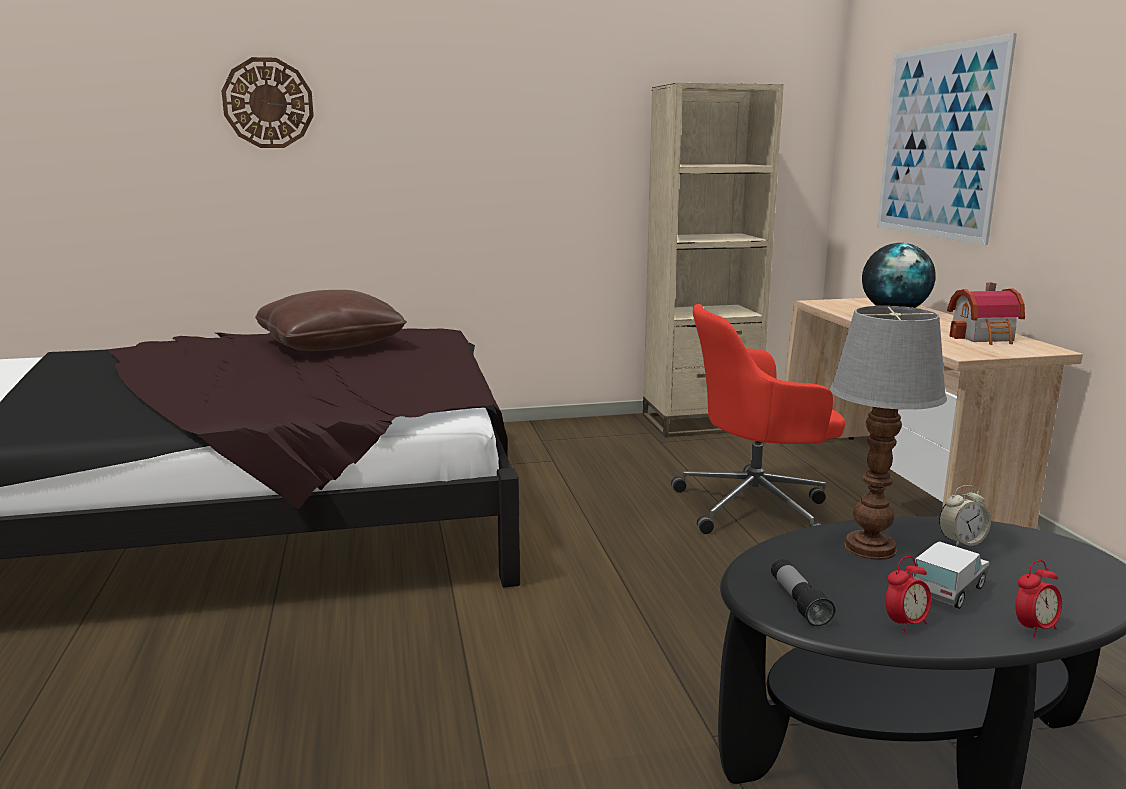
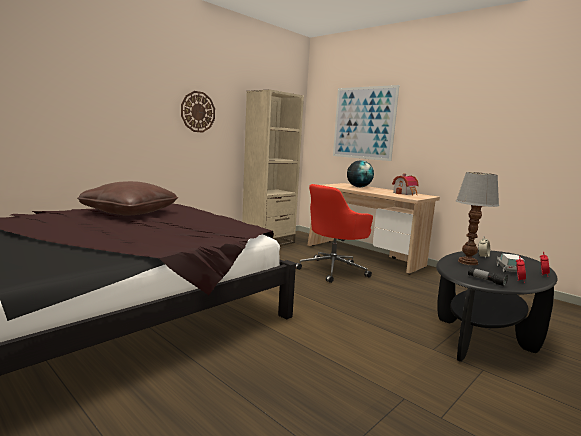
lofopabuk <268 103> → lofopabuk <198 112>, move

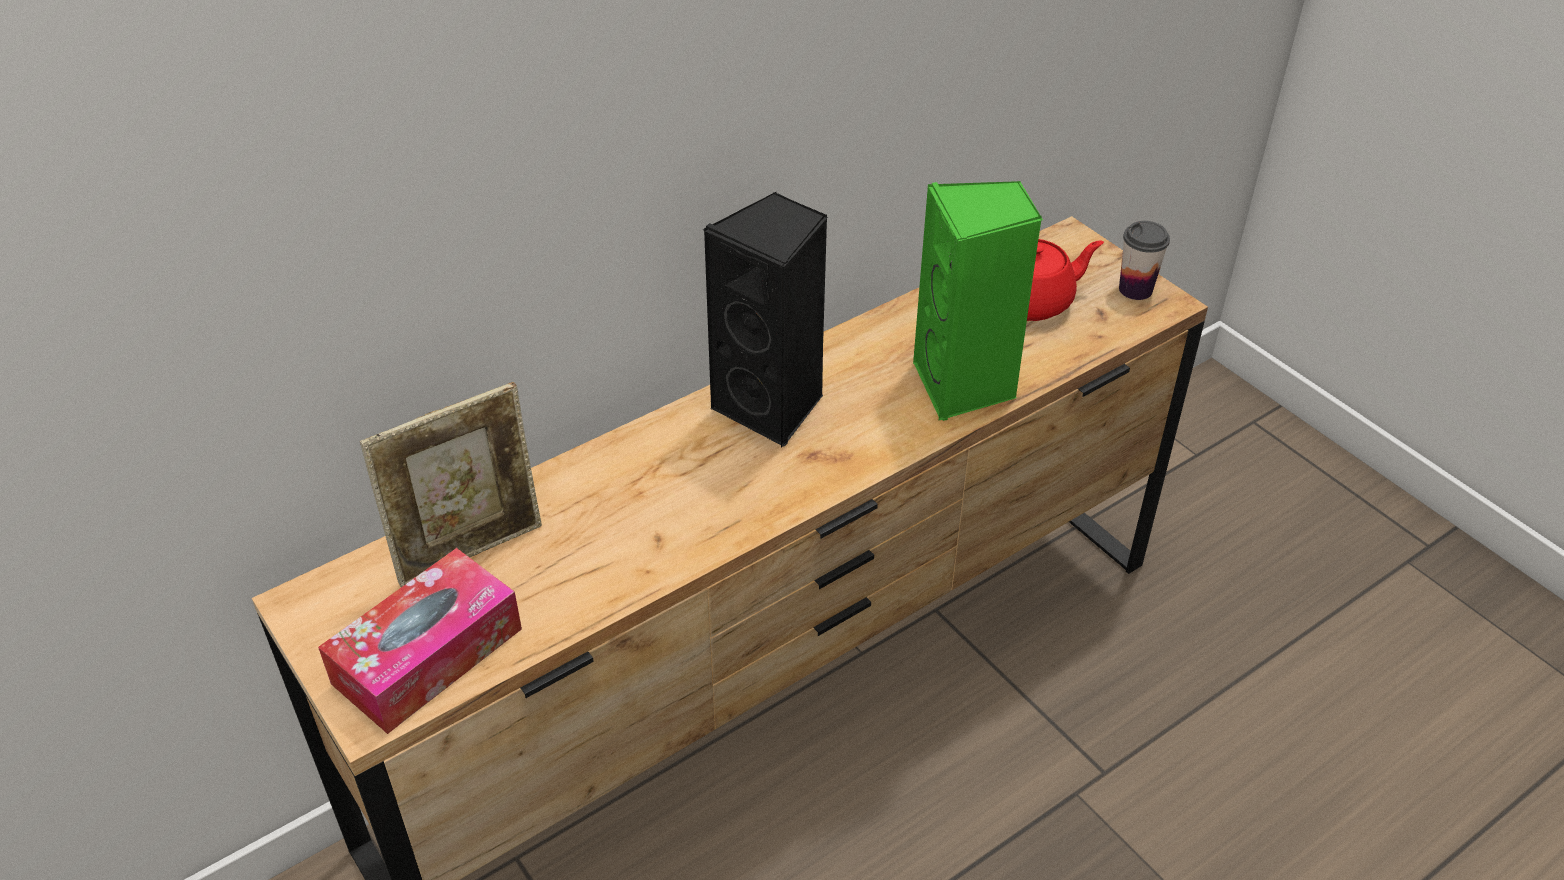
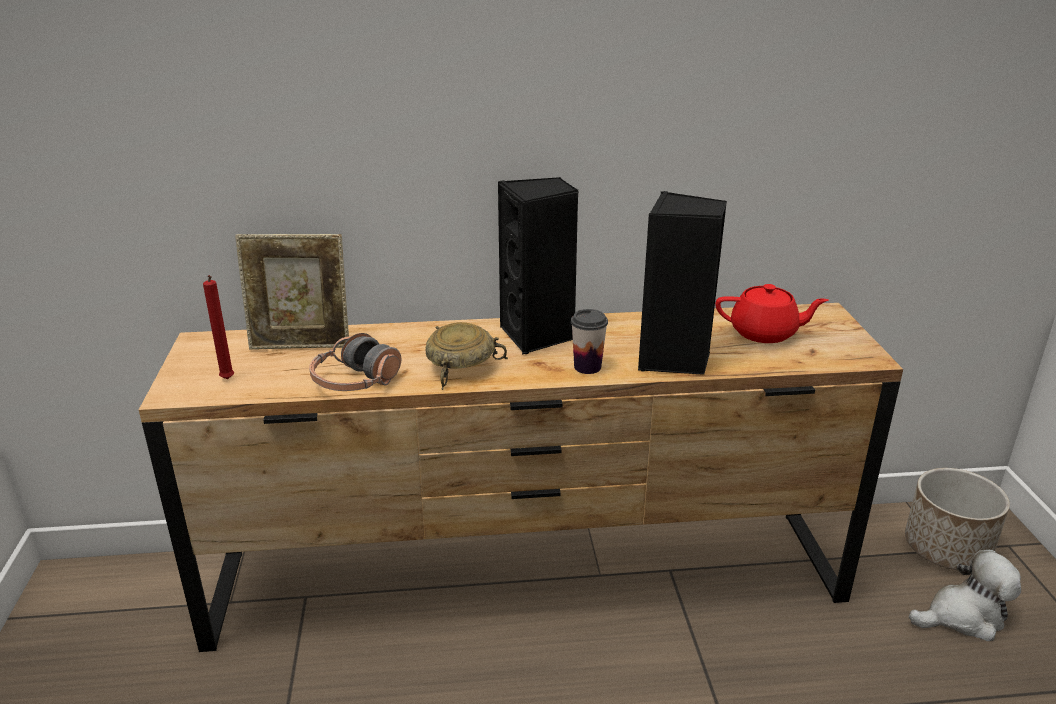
- → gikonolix <355 382>
- → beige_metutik <460 366>
- → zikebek <947 548>
- → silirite <963 616>
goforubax <1135 289> → goforubax <587 367>, move
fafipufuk <428 656> → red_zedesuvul <227 380>
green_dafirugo <965 386> → black_dafirugo <674 360>

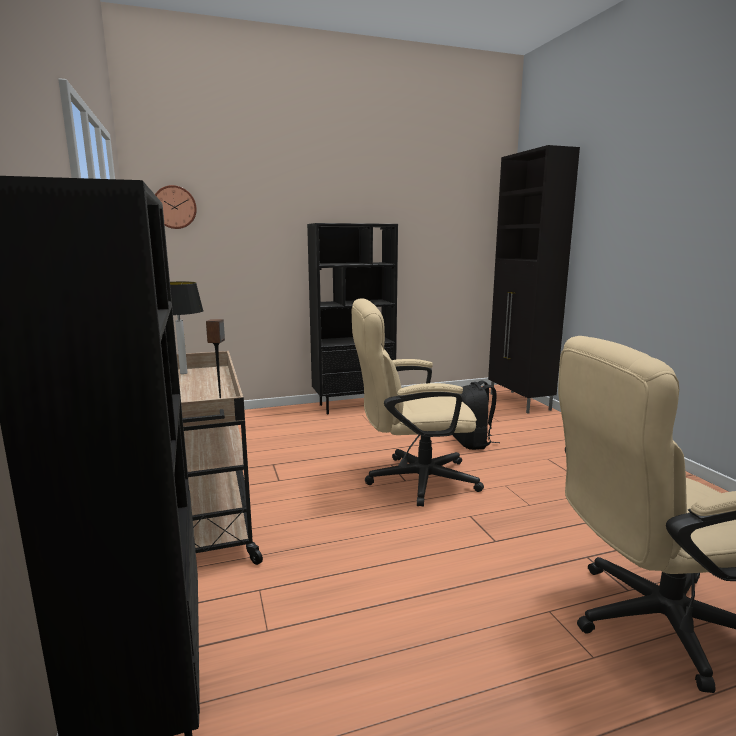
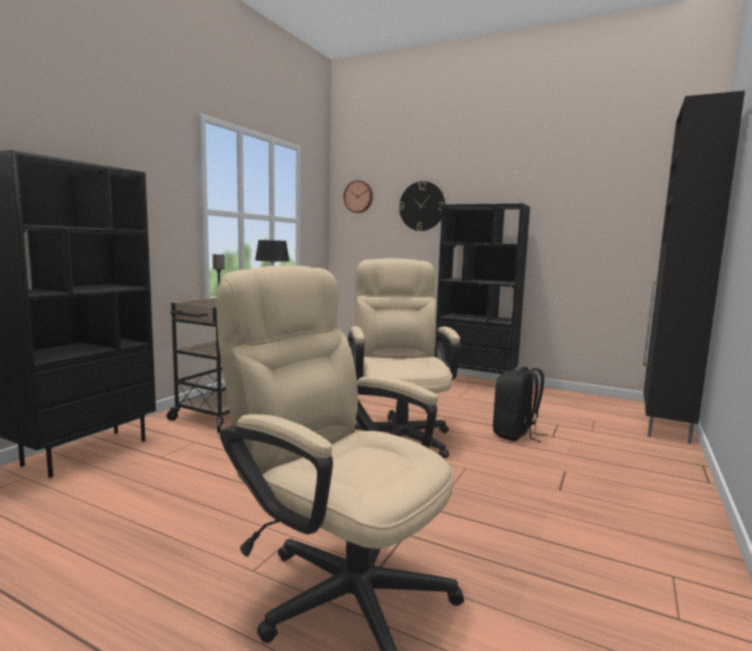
- → lofopabuk <422 206>
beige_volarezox <411 480> → beige_volarezox <399 435>, 45 degrees clockwise

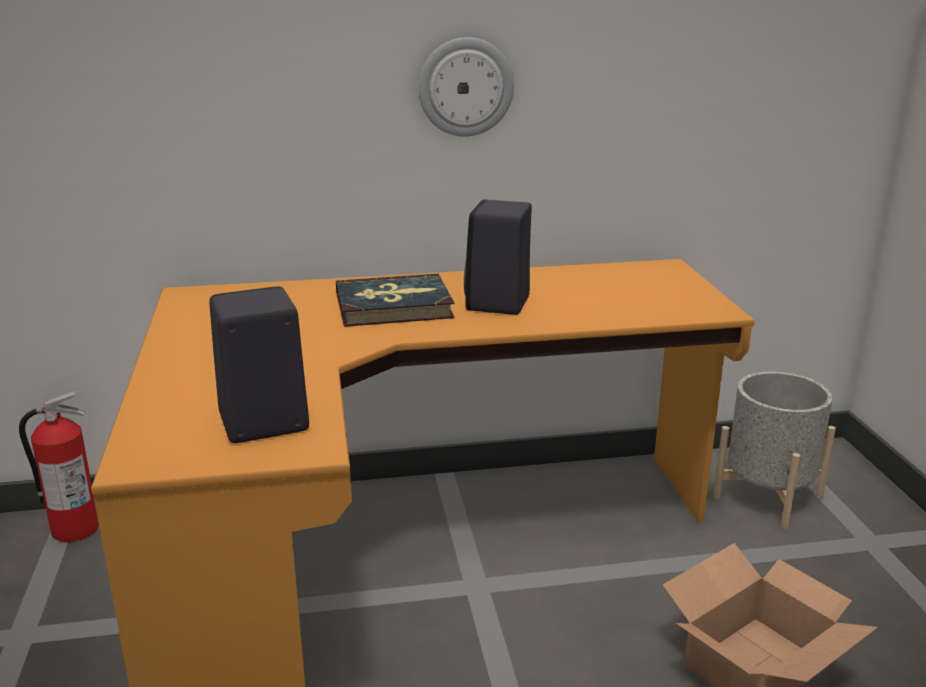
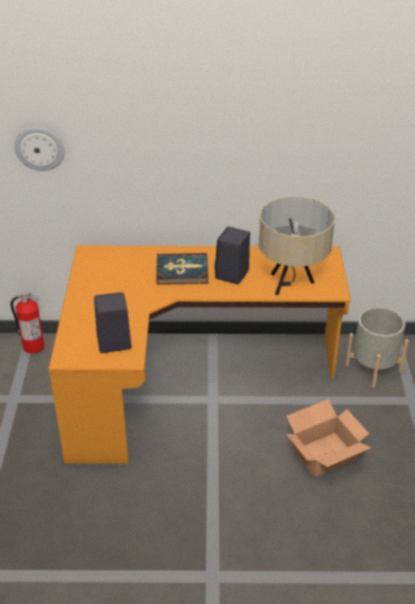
- → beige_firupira <291 284>
lofopabuk <465 87> → lofopabuk <39 148>, move

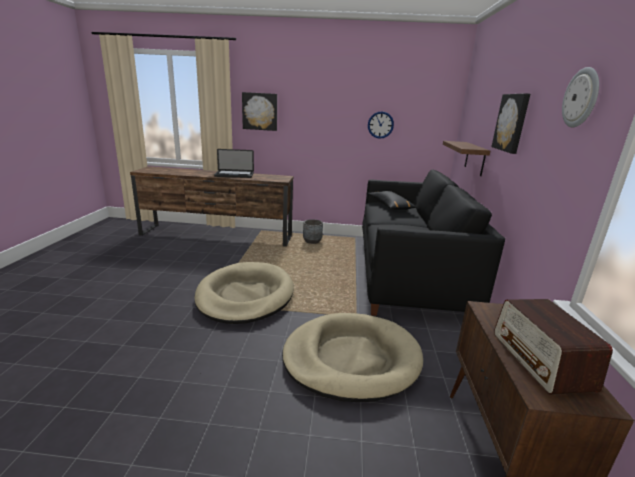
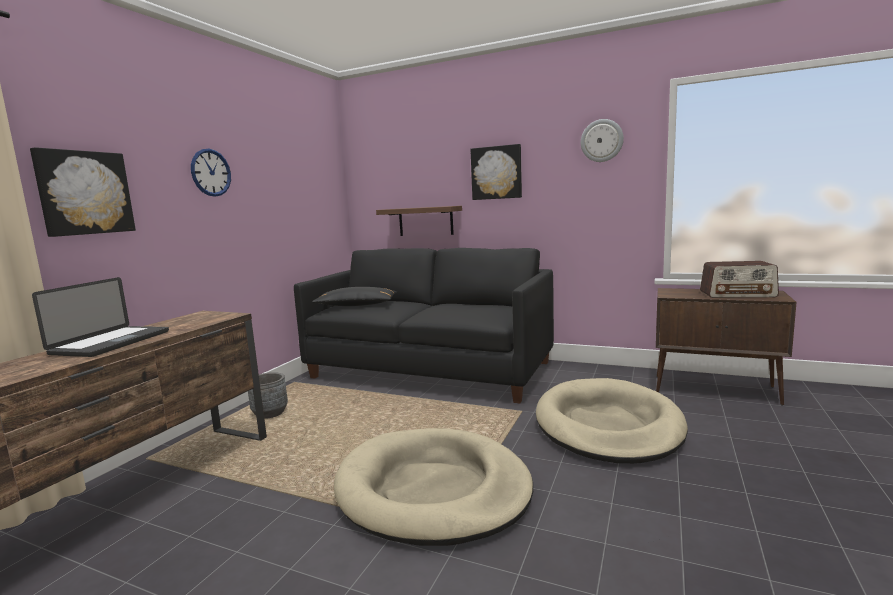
lofopabuk <380 125> → lofopabuk <211 172>, move

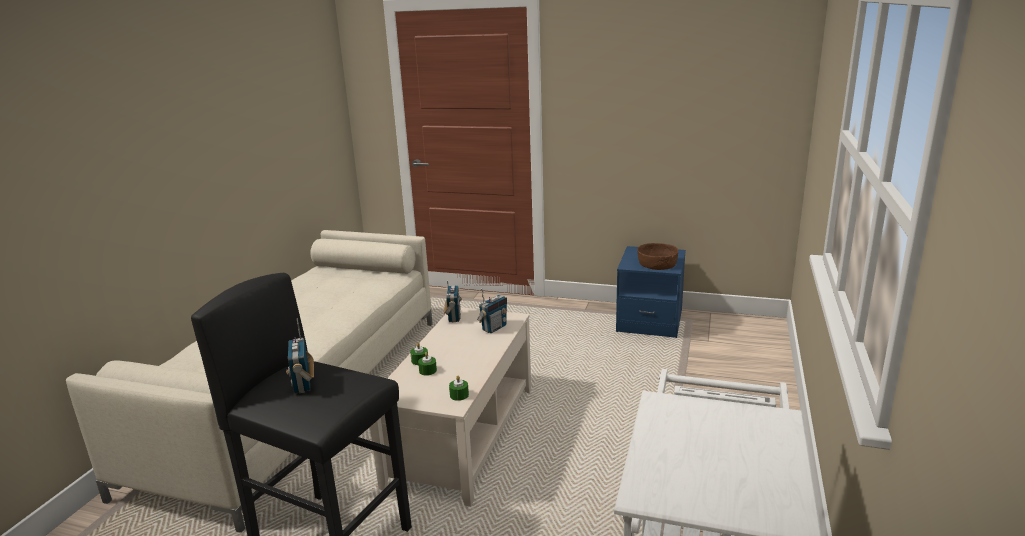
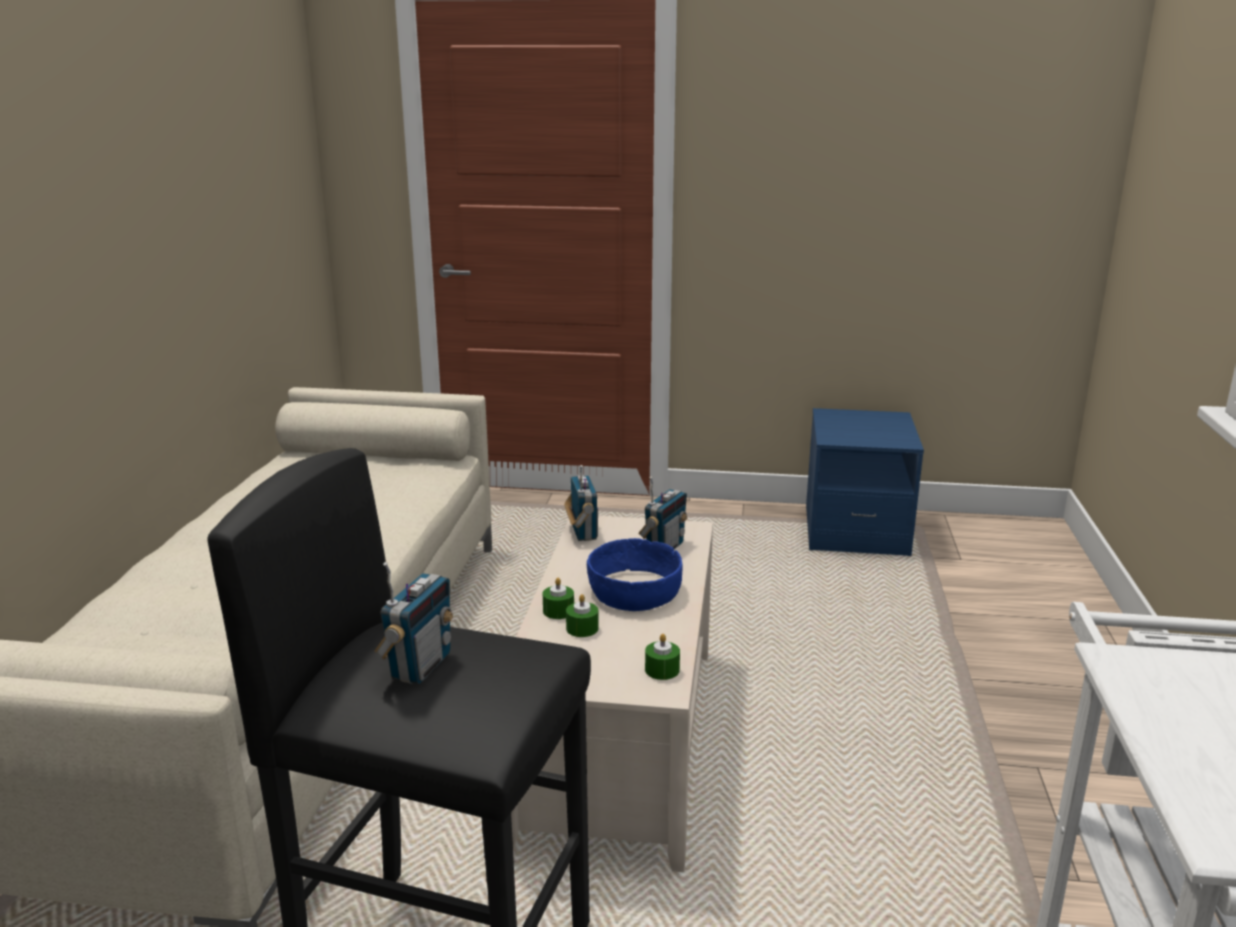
brown_metutik <656 263> → -
- → blue_metutik <634 592>
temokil <303 385> → temokil <420 666>, 135 degrees counterclockwise

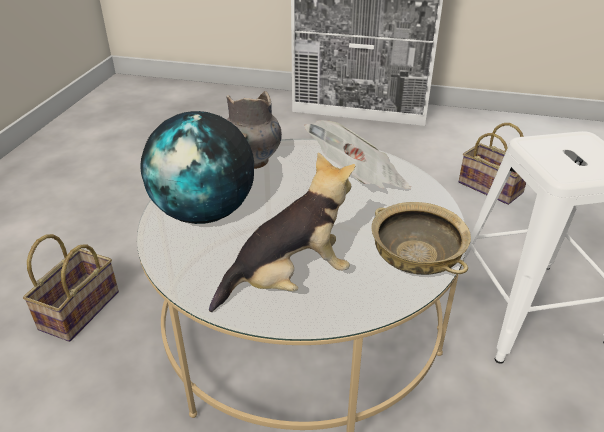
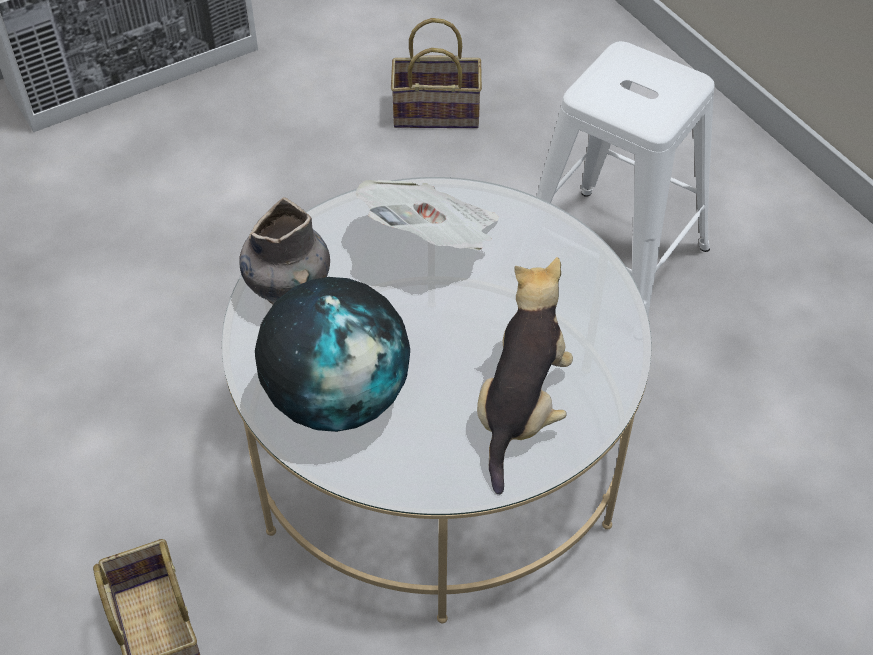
beige_metutik <416 261> → -

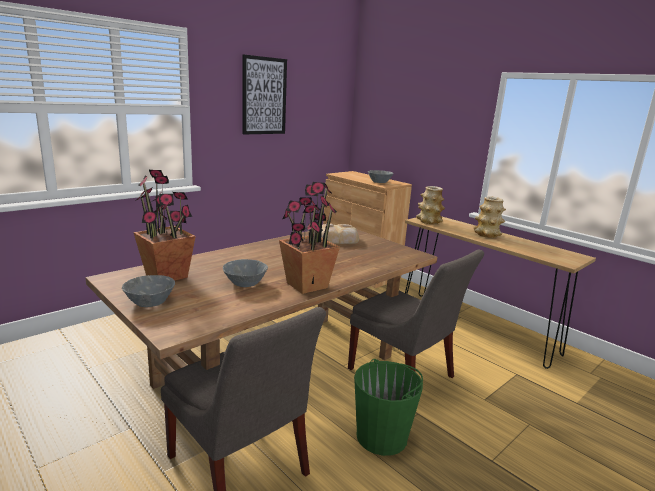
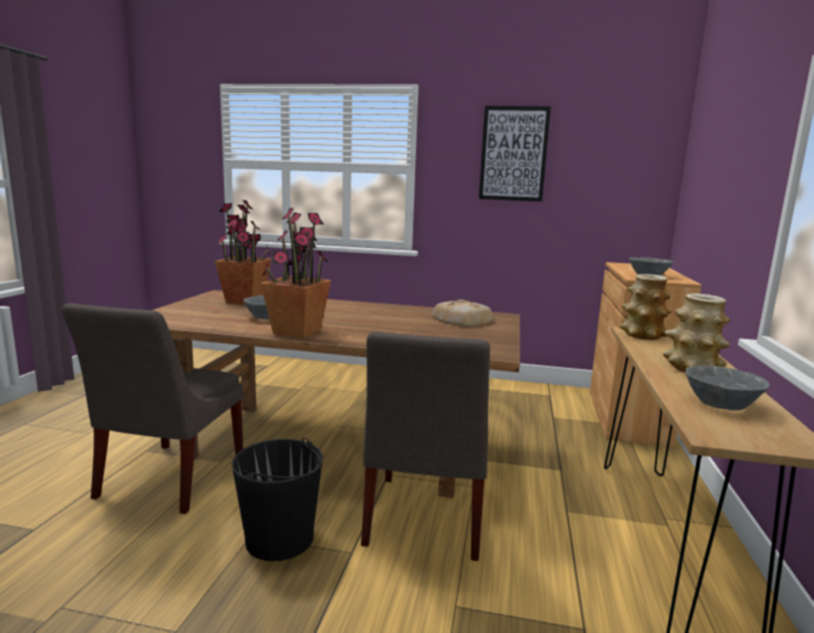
grey_metutik <150 302> → grey_metutik <721 403>, move
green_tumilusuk <382 436> → black_tumilusuk <280 539>

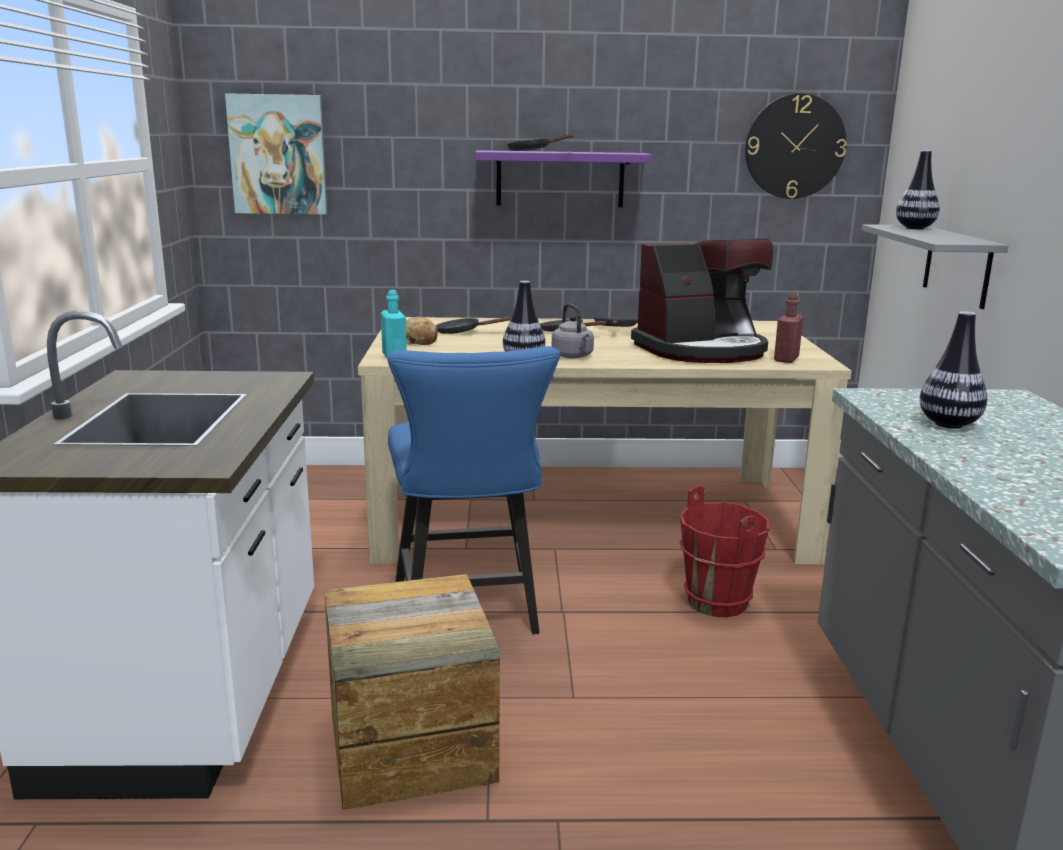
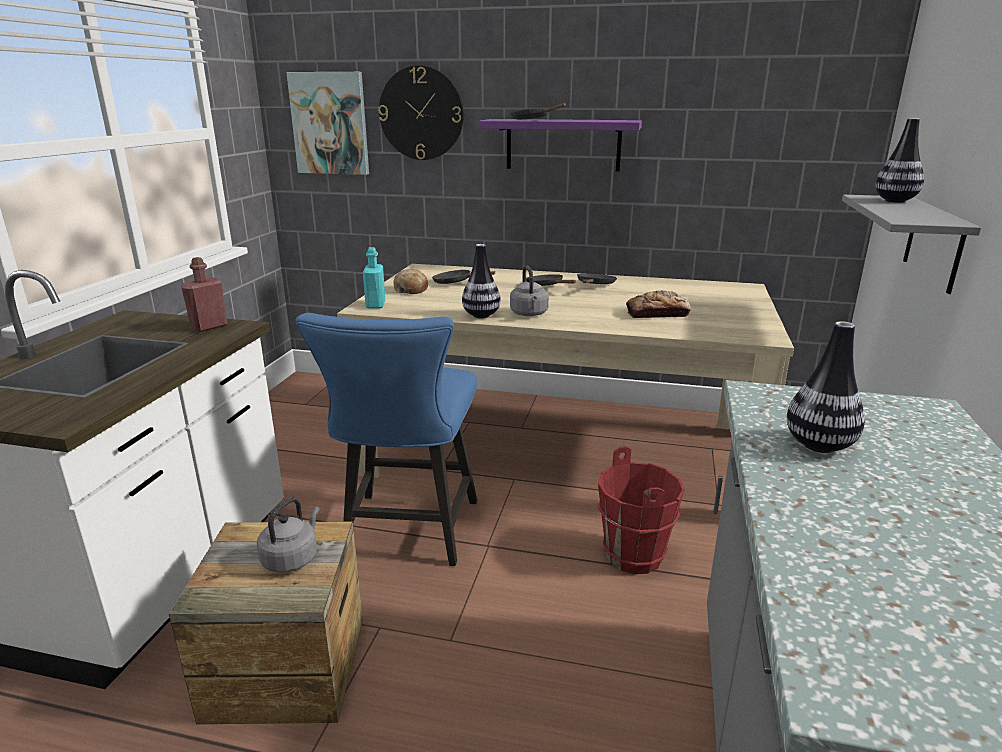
- → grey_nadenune <292 558>
lofopabuk <794 147> → lofopabuk <421 113>, move
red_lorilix <786 359> → red_lorilix <209 327>, move
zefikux <702 350> → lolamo <657 314>

